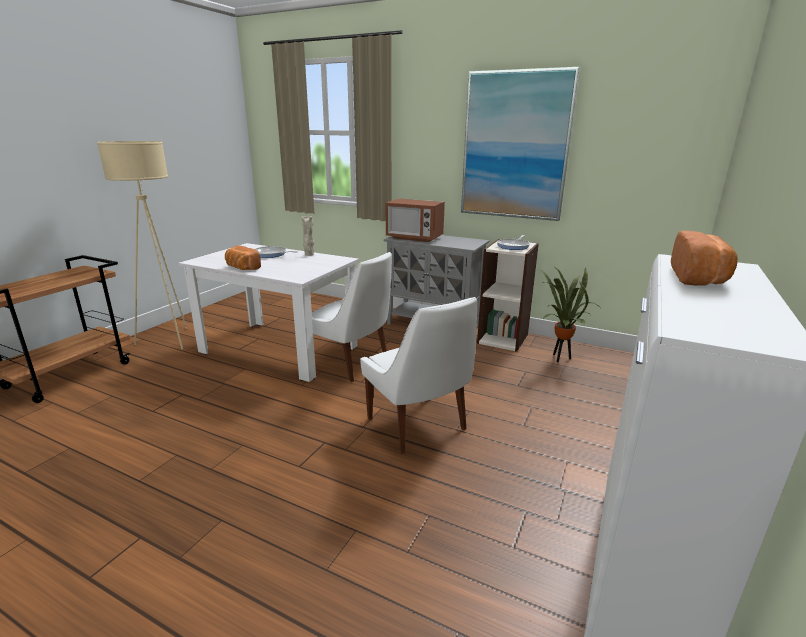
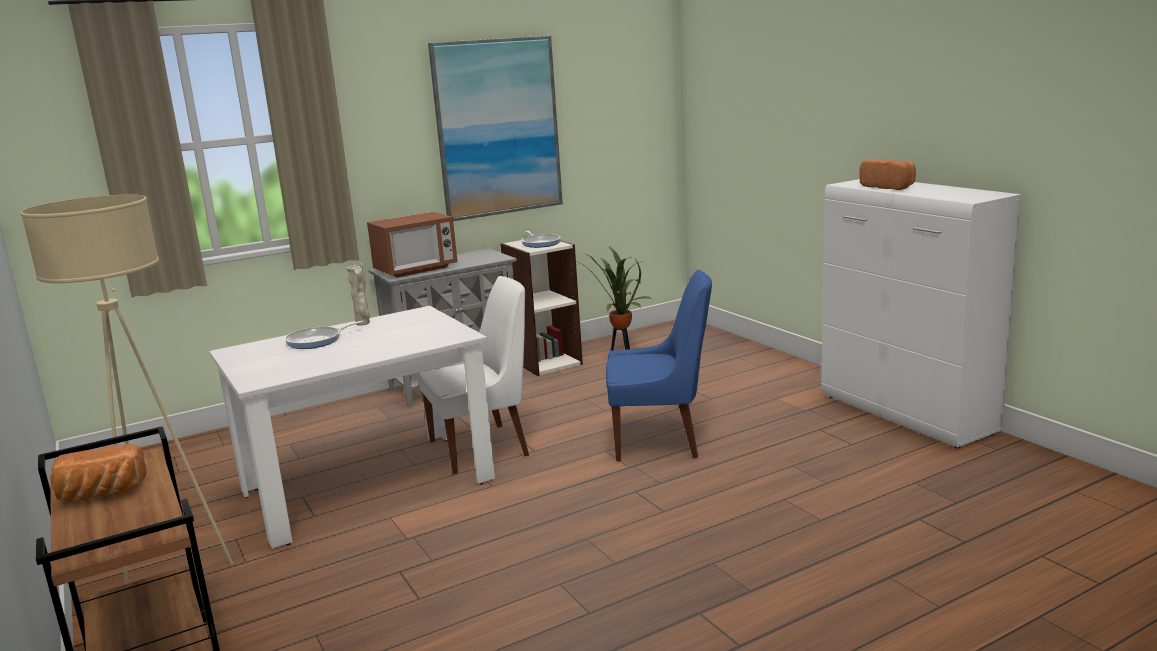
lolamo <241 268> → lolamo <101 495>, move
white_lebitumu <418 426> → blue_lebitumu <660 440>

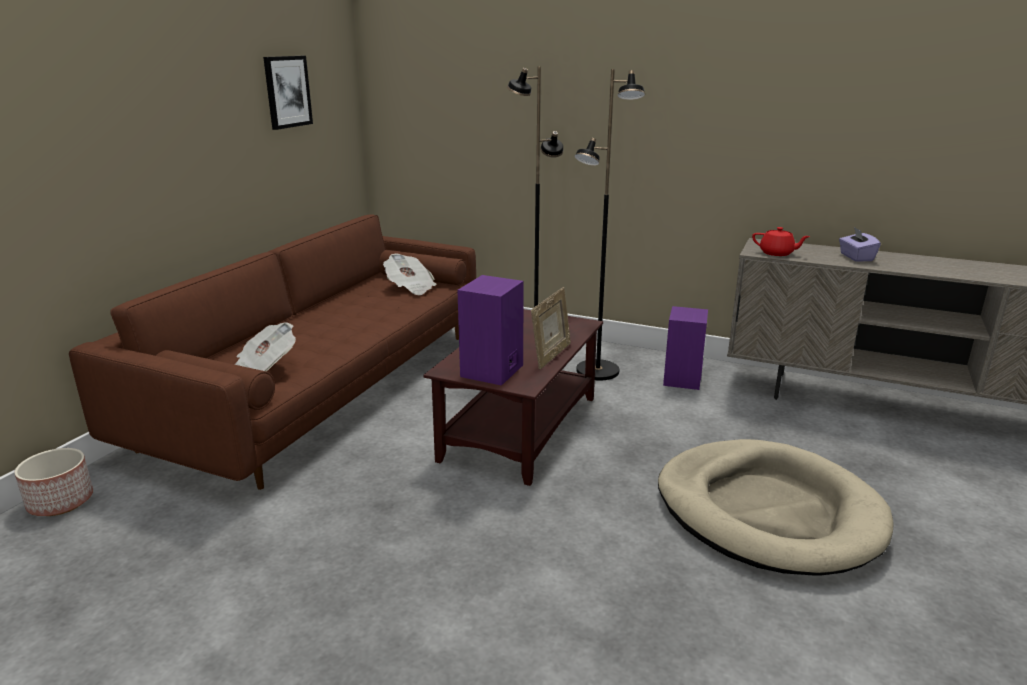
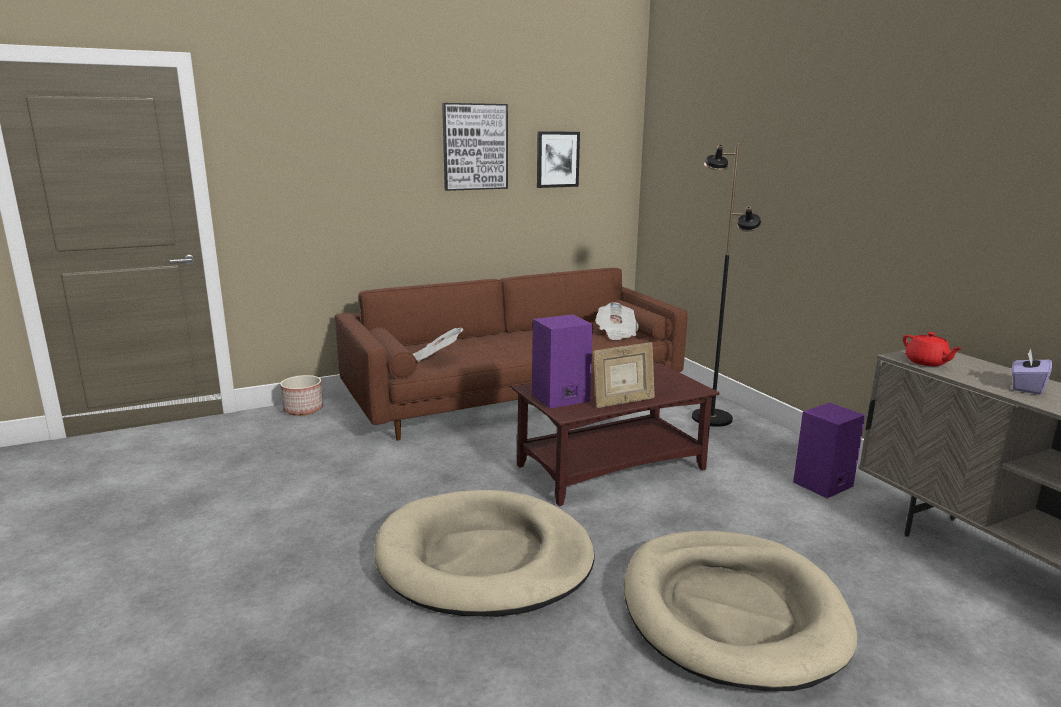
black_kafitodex <597 371> → -
- → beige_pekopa <484 559>
- → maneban <475 147>

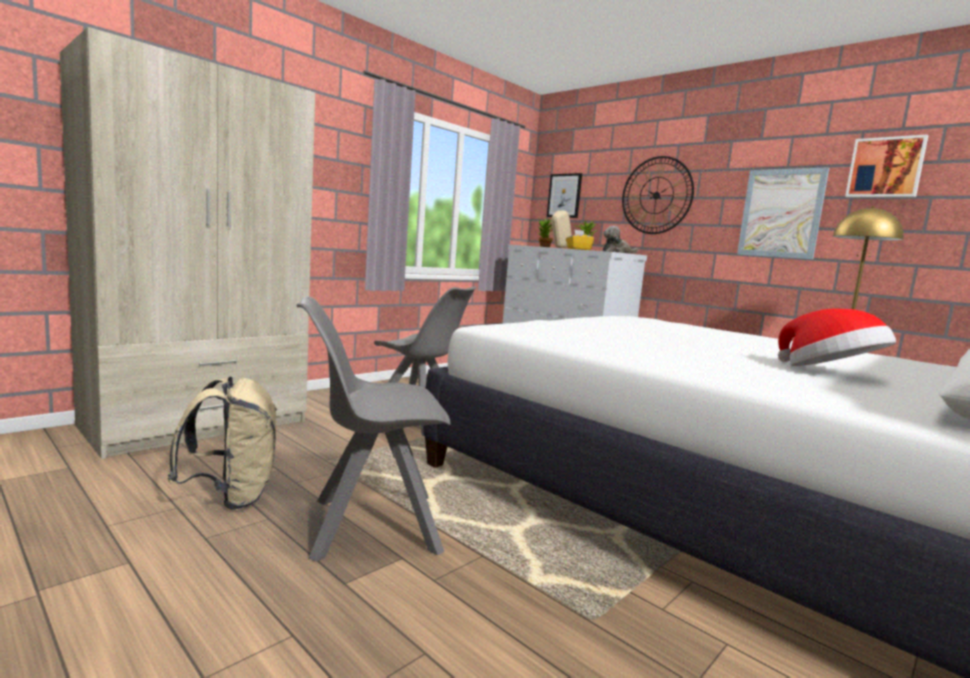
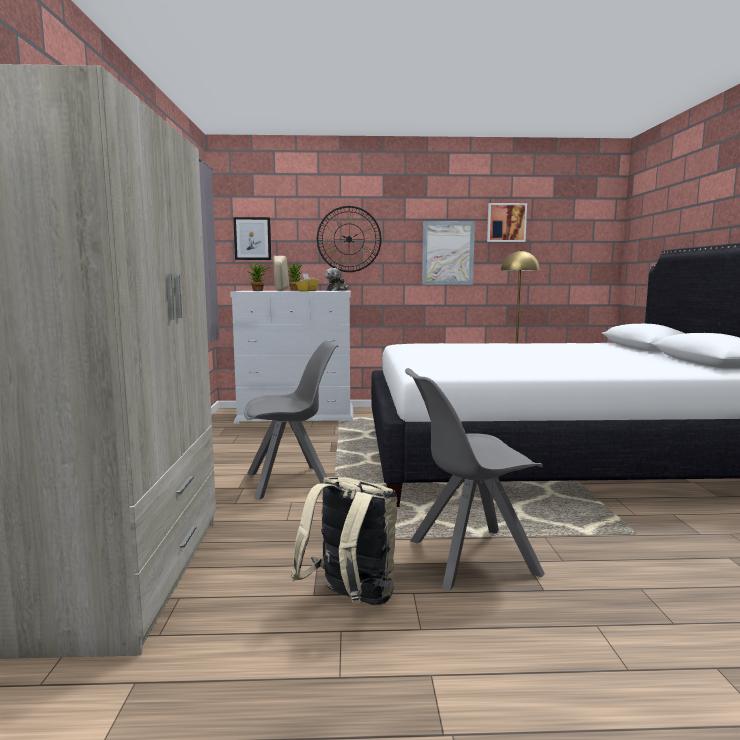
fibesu <830 373> → -
grey_lebitumu <370 526> → grey_lebitumu <469 558>, 45 degrees clockwise

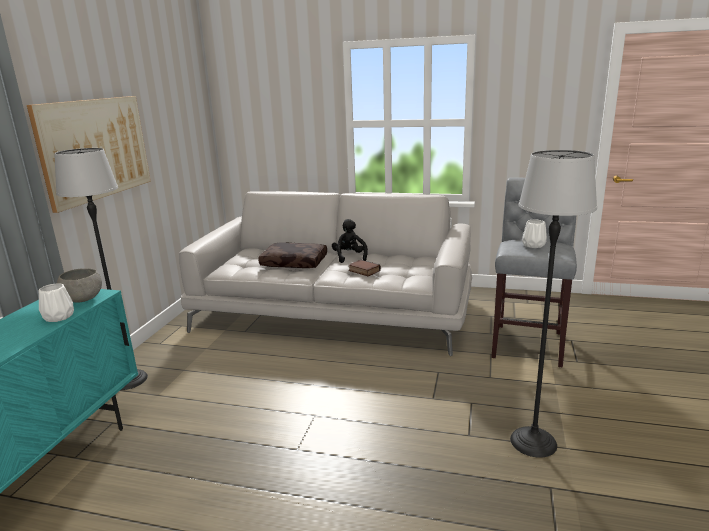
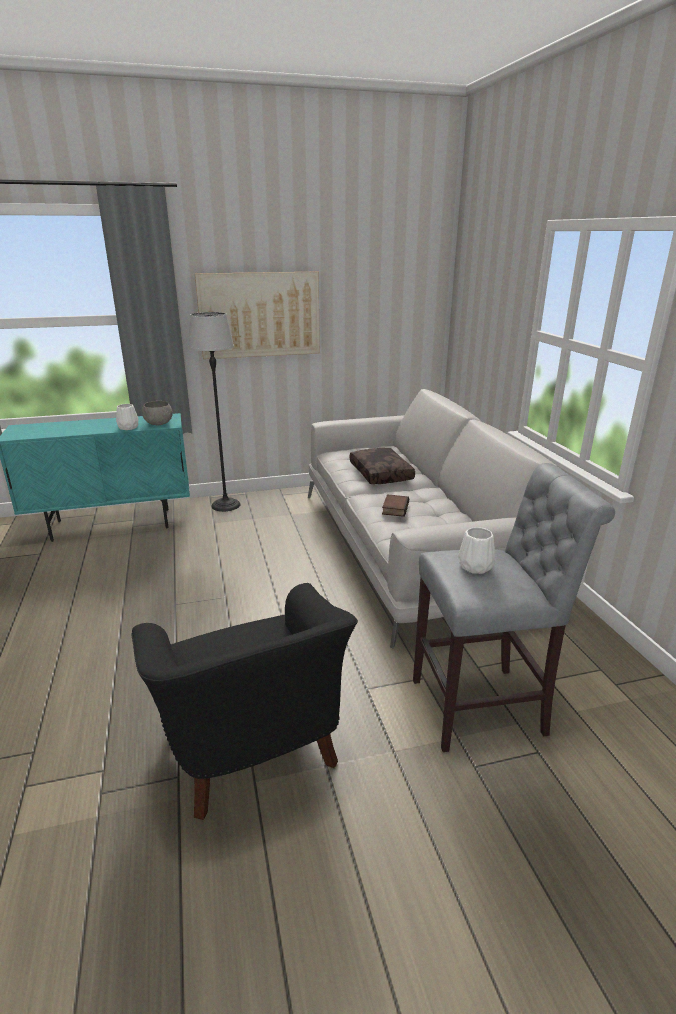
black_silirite <349 257> → -
kafitodex <533 442> → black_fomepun <252 750>

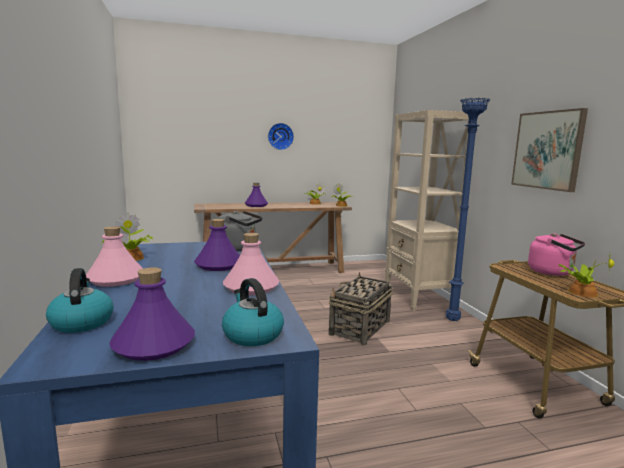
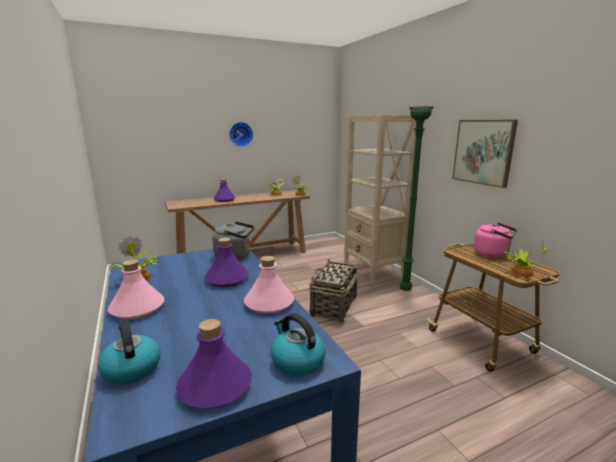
blue_kafitodex <451 320> → green_kafitodex <404 290>

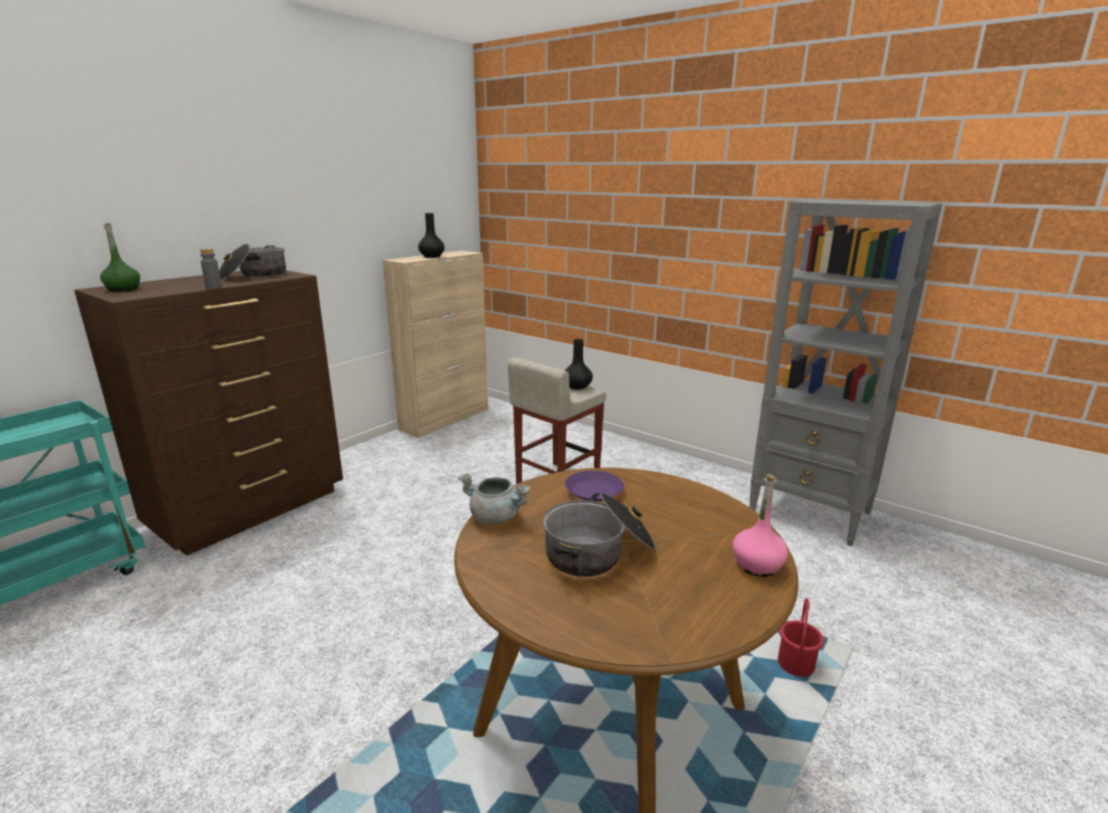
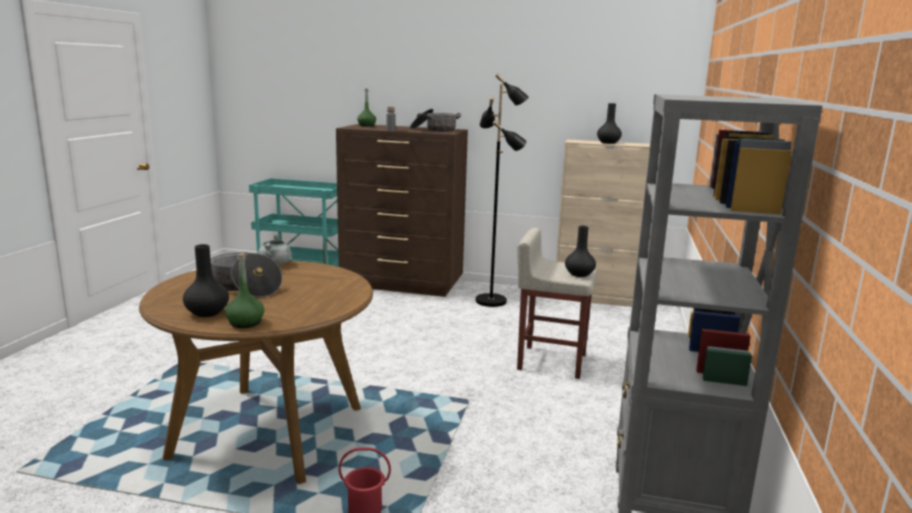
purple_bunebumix <593 491> → -
- → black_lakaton <206 313>
- → black_kafitodex <492 301>
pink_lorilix <757 565> → green_lorilix <245 323>

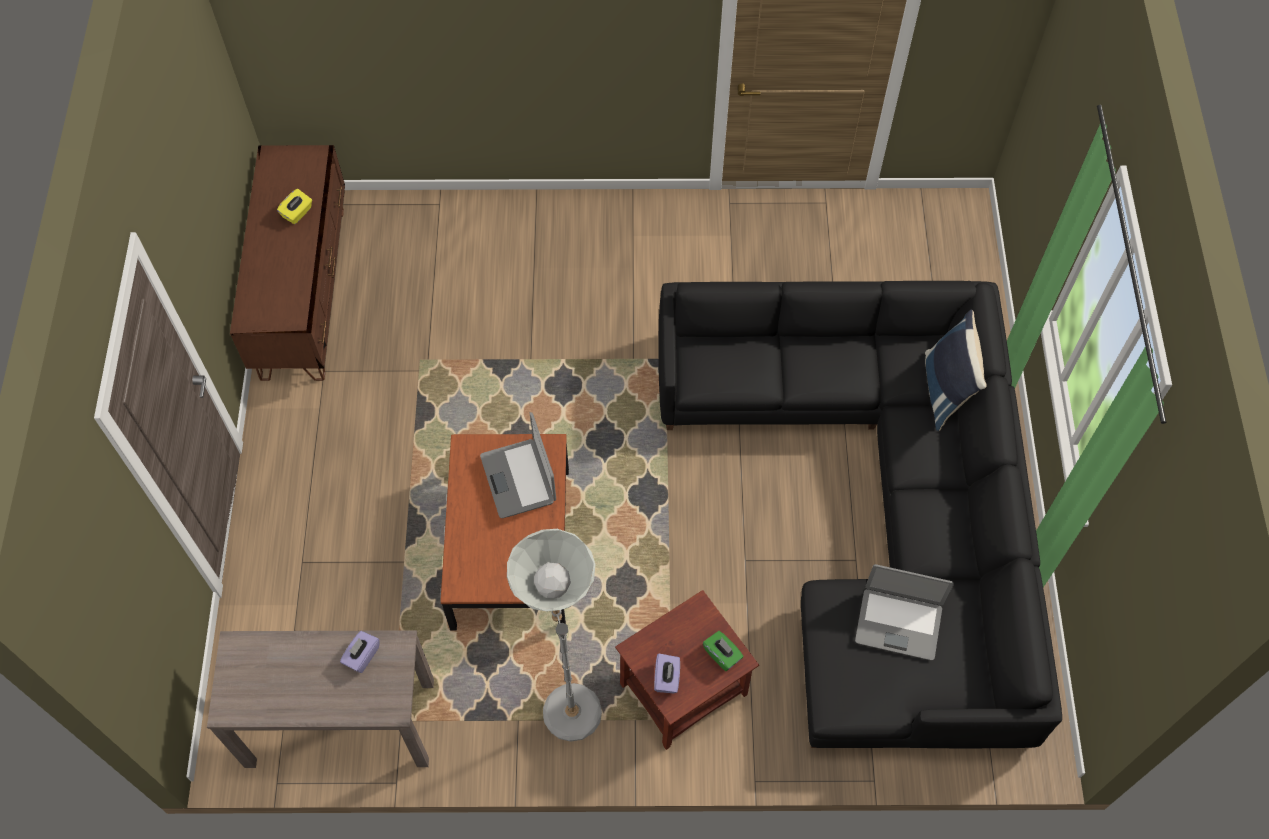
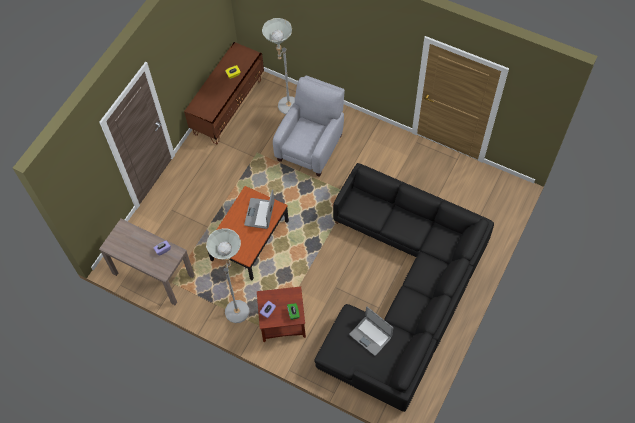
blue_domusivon <946 390> → -
- → grey_kafitodex <285 108>
- → grey_fomepun <311 145>

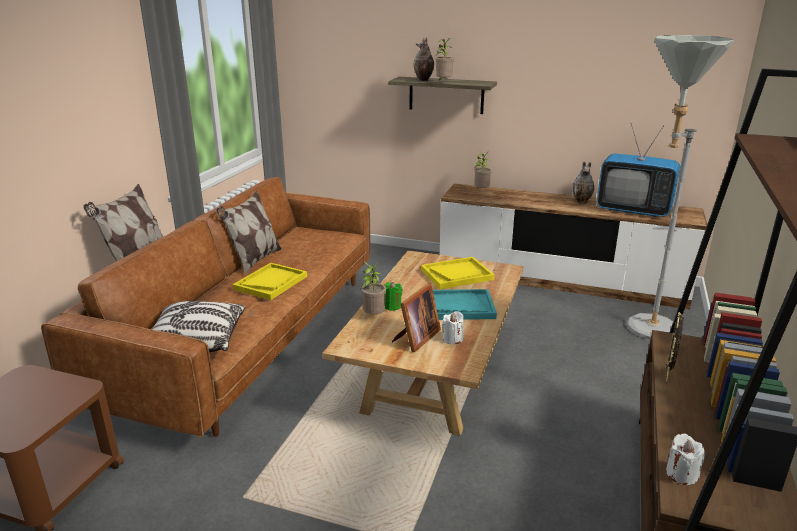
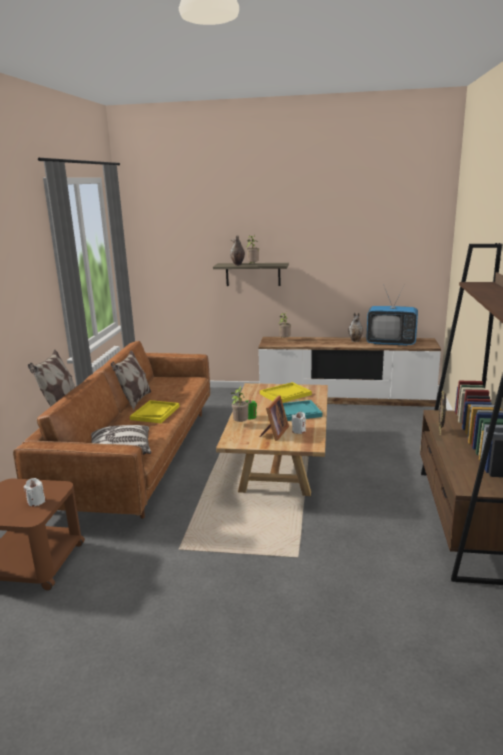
grey_kafitodex <643 330> → -
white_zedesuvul <681 474> → white_zedesuvul <36 501>, move

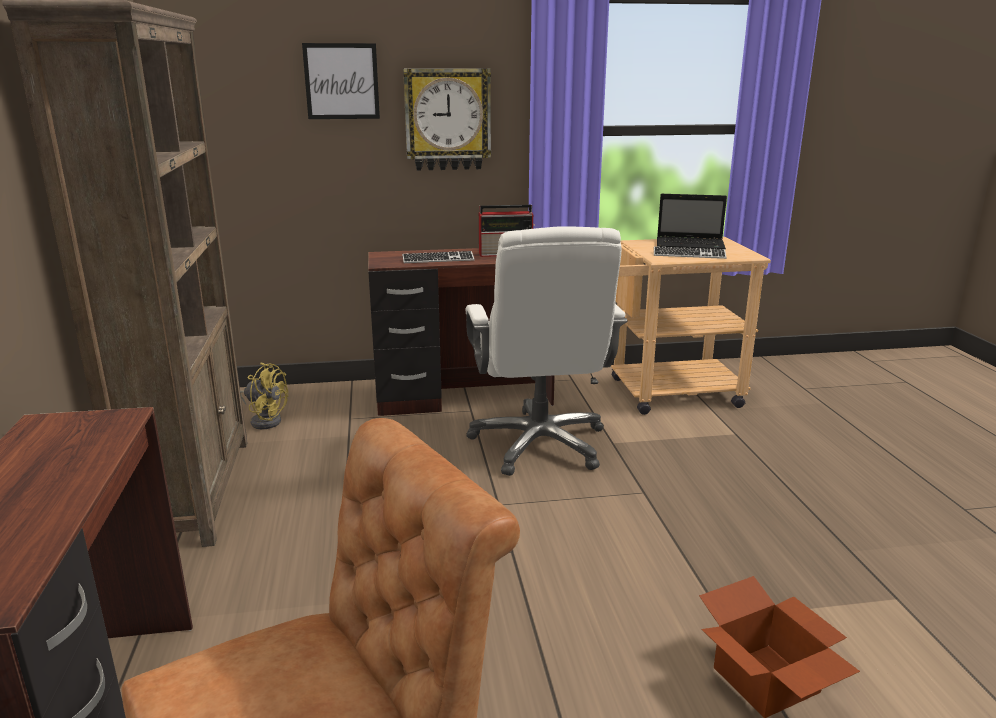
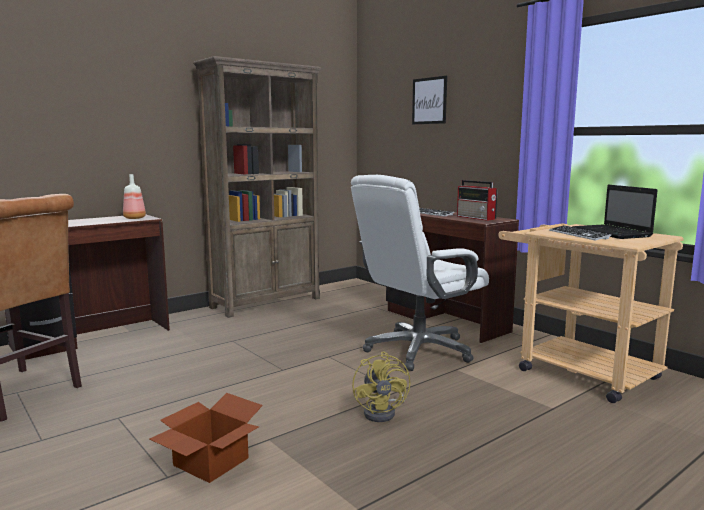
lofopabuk <447 120> → -
- → lorilix <135 218>
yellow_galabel <265 420> → yellow_galabel <383 412>, move

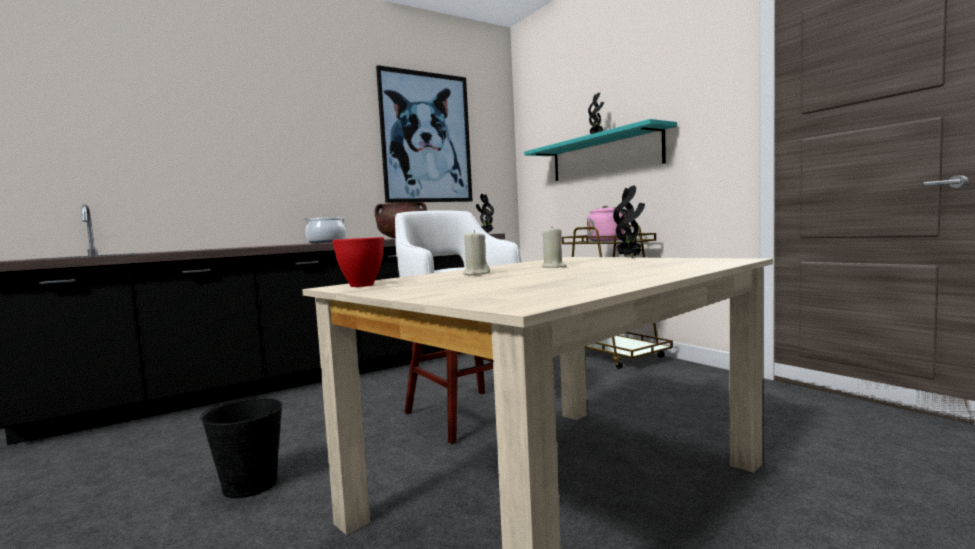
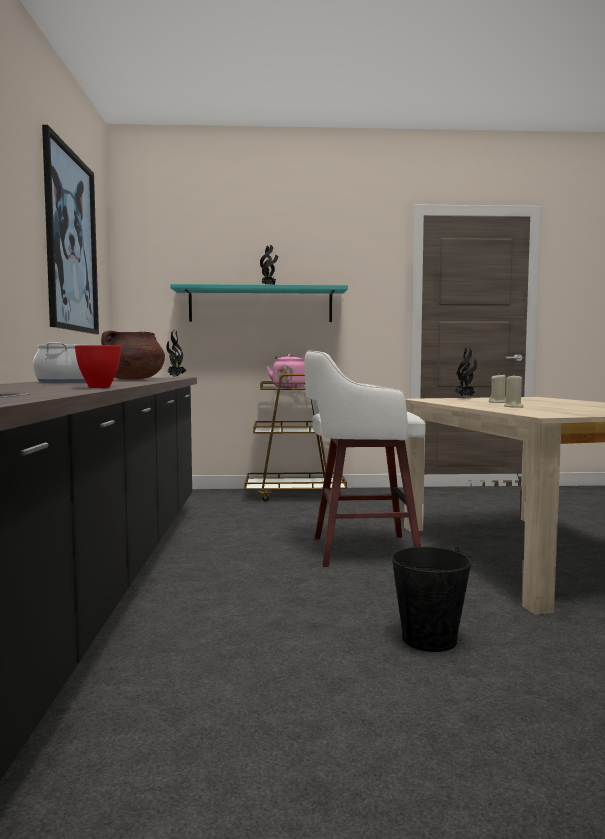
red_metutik <363 285> → red_metutik <100 387>, move

